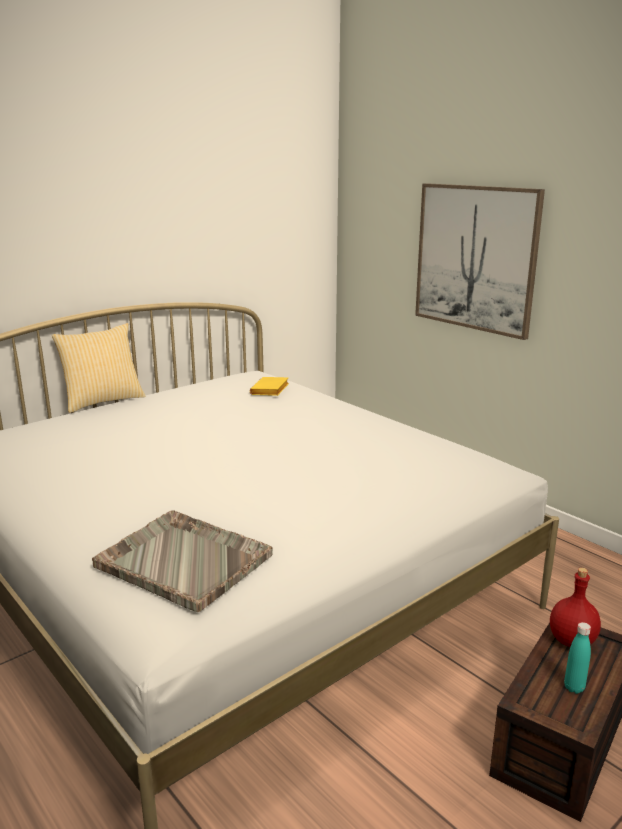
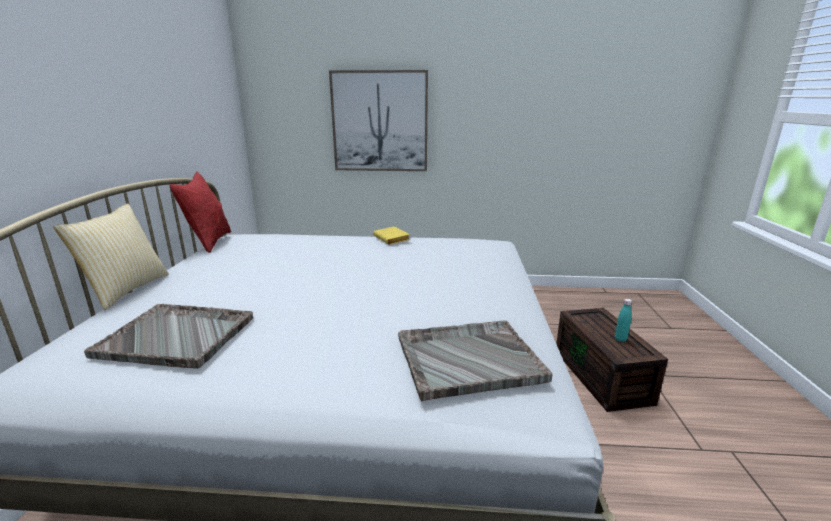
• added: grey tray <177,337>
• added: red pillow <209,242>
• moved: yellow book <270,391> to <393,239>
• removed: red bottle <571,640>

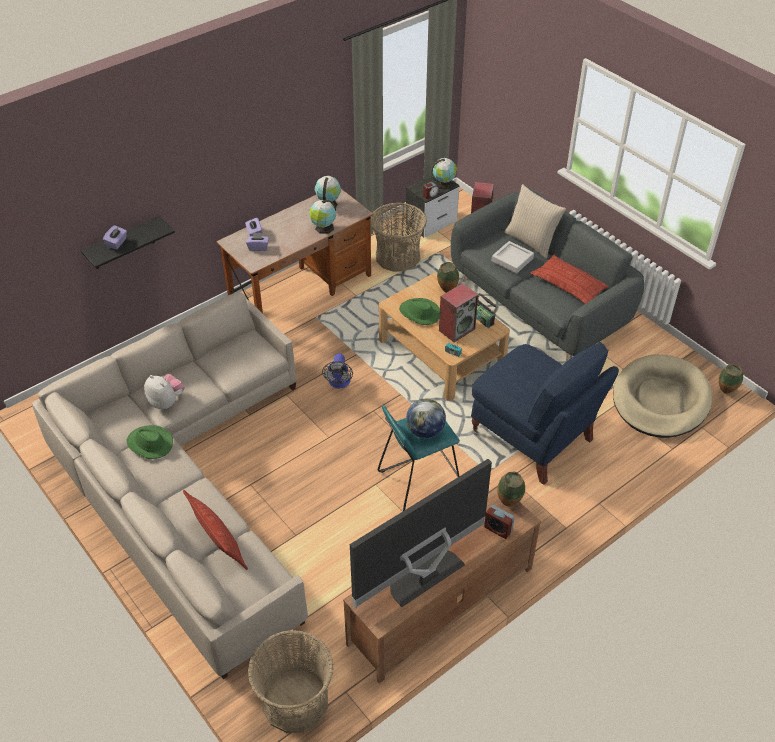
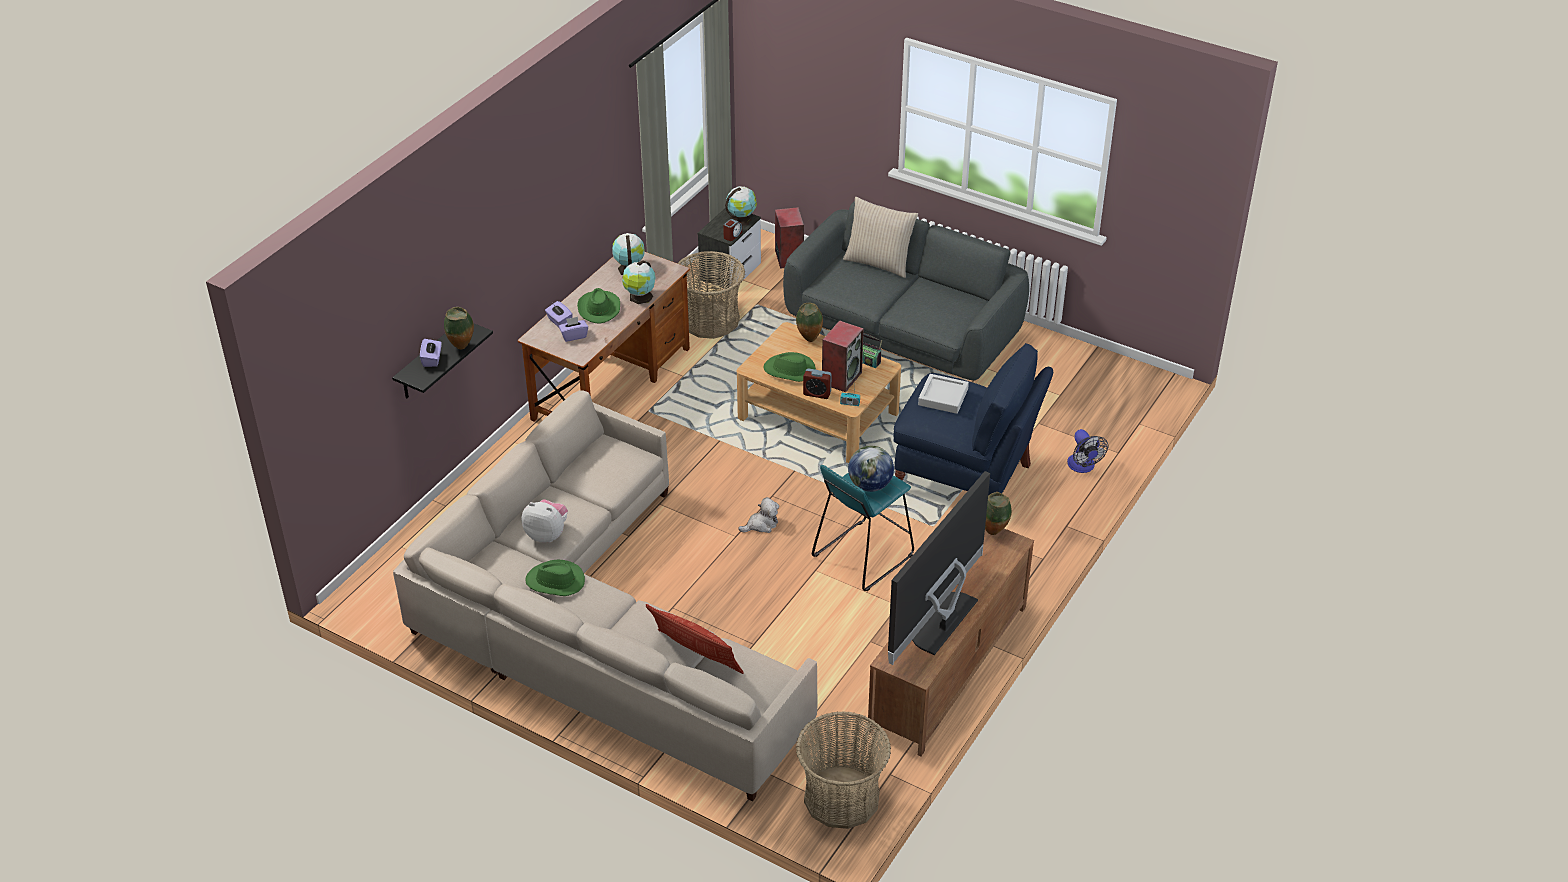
• moved: vase <726,392> to <462,348>
• added: green hat <598,308>
• added: plush toy <761,525>
• moved: alarm clock <498,529> to <817,393>
• moved: grey tray <512,260> to <943,397>
• moved: fan <339,383> to <1083,467>
• removed: pillow <569,284>
• removed: beige dog bed <660,400>

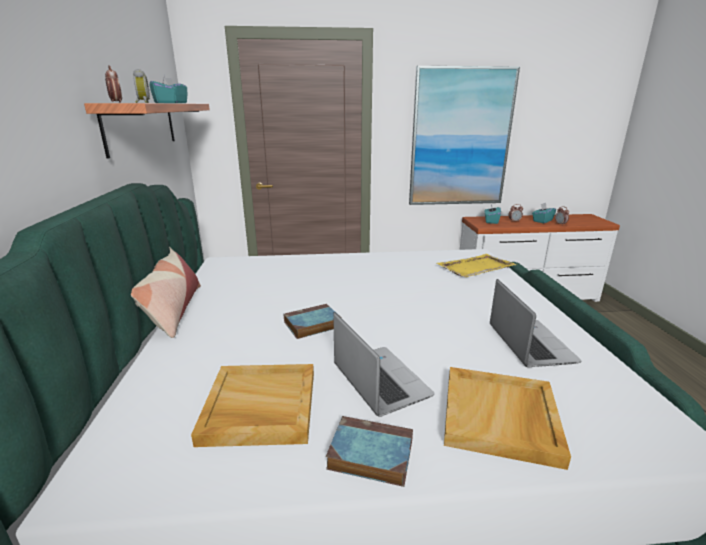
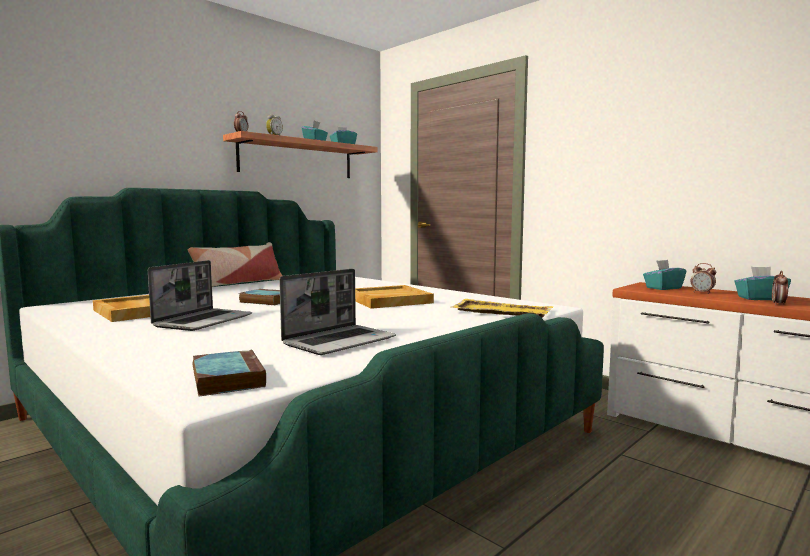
• moved: book <368,454> to <227,378>
• moved: beige tray <500,418> to <388,300>
• removed: picture <460,138>

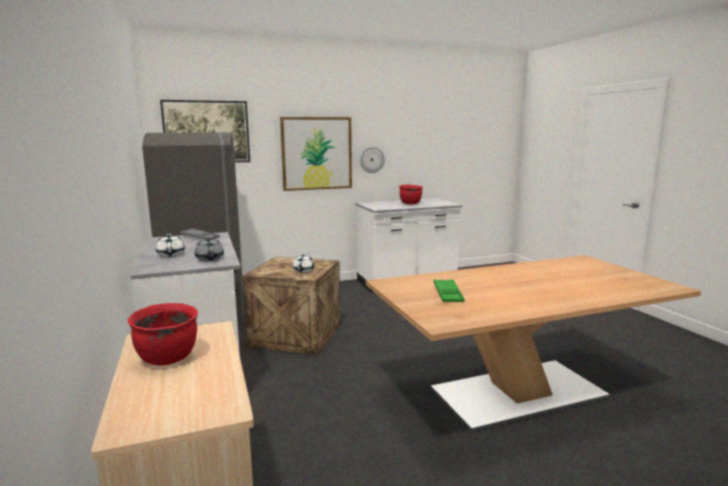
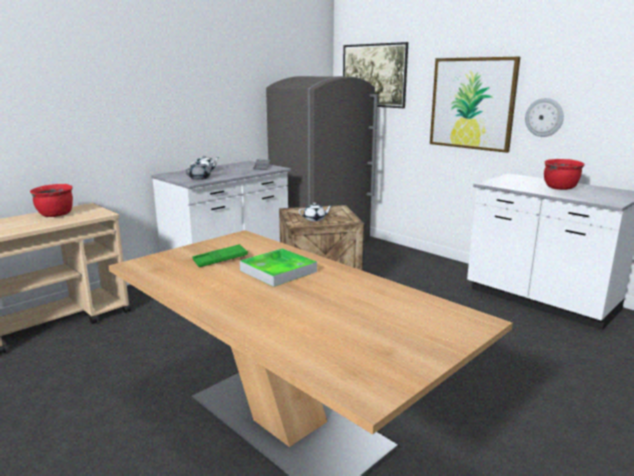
• added: tray <278,271>

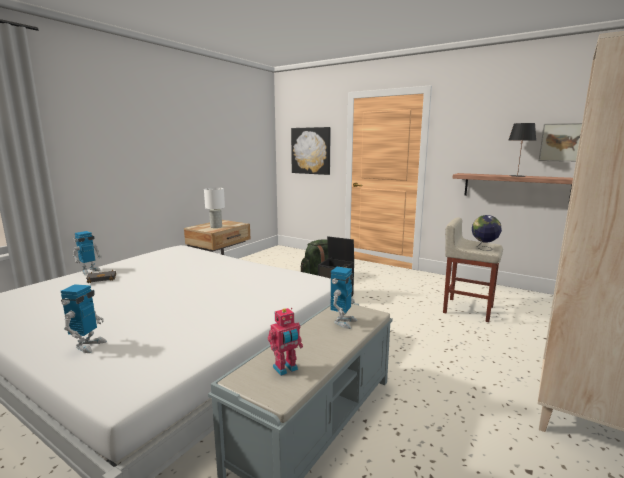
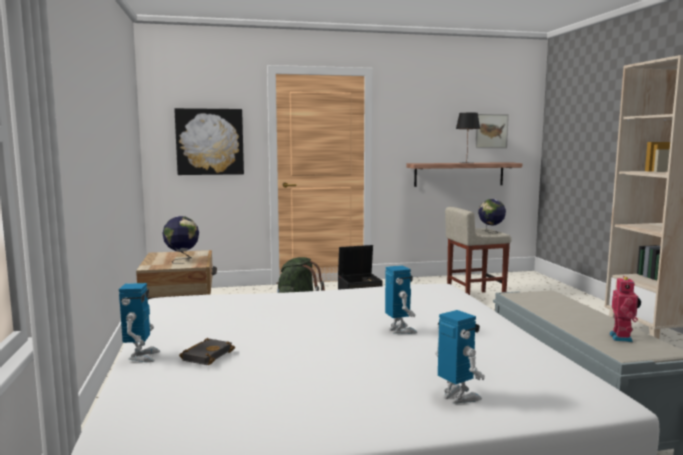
• replaced: white table lamp <216,227> to globe <182,260>
• moved: toy robot <343,322> to <400,330>

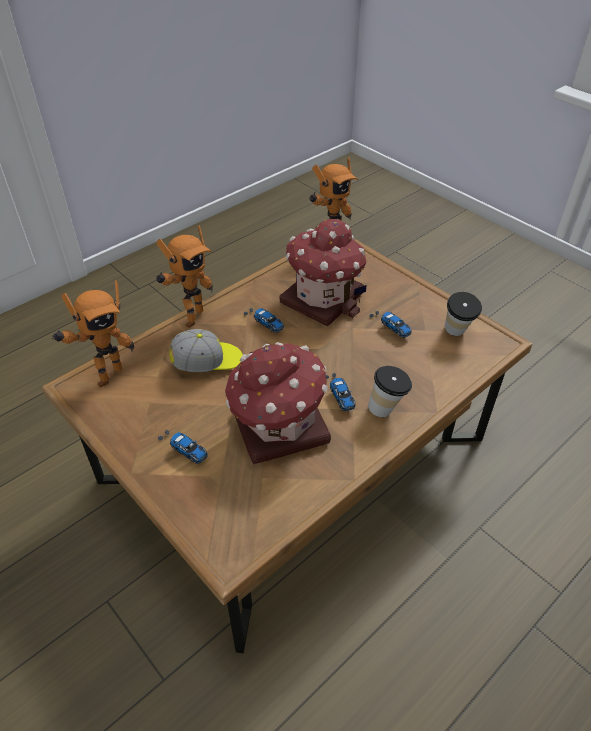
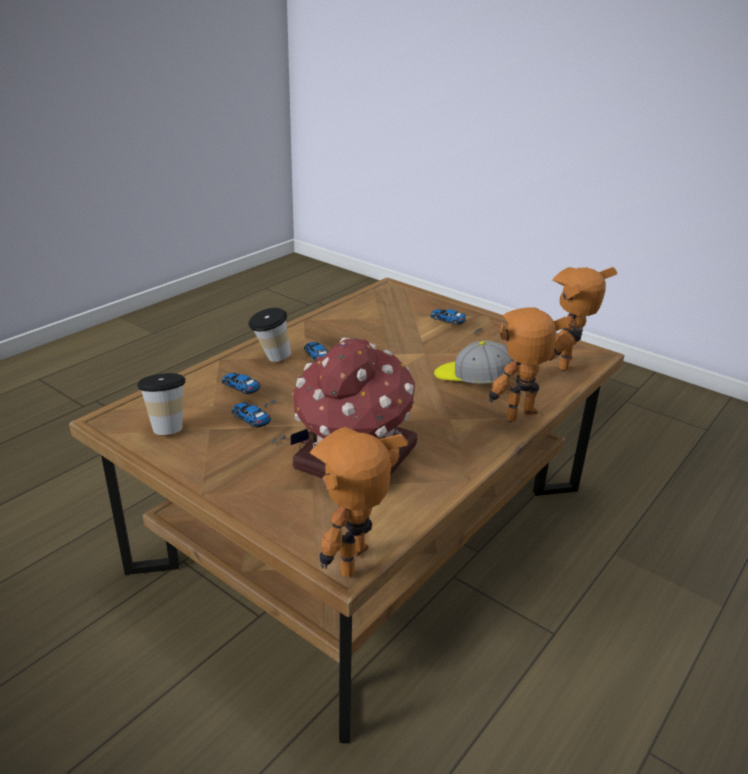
• moved: toy car <263,323> to <248,395>
• turned: cap <208,363> = <472,381> 60 degrees clockwise
• turned: toy robot <190,317> = <525,419> 45 degrees clockwise
• removed: toy house <278,427>

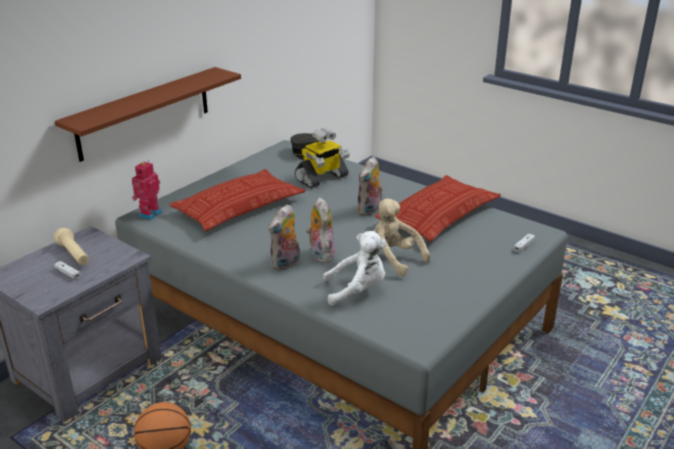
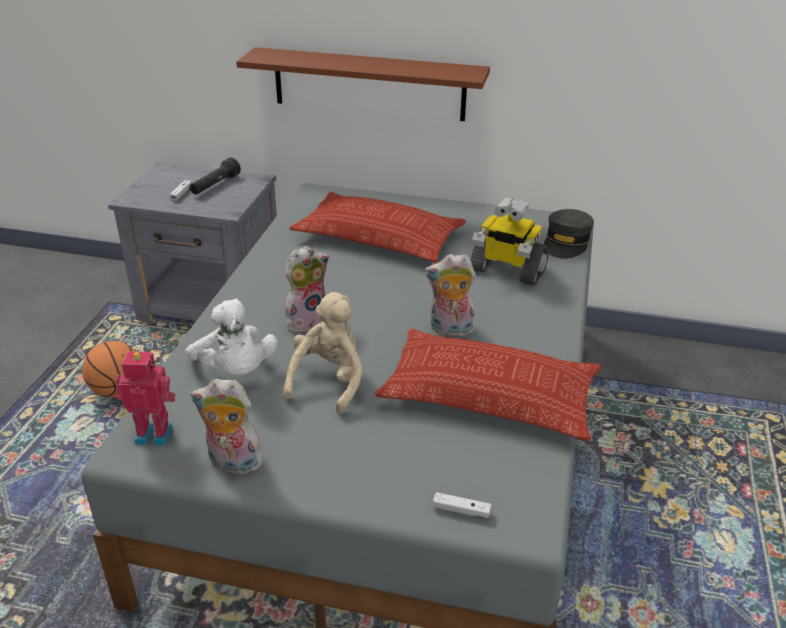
• moved: toy robot <149,214> to <154,433>
• recoloured: beige flashlight <74,255> to black flashlight <215,185>
• moved: plush toy <286,264> to <232,463>

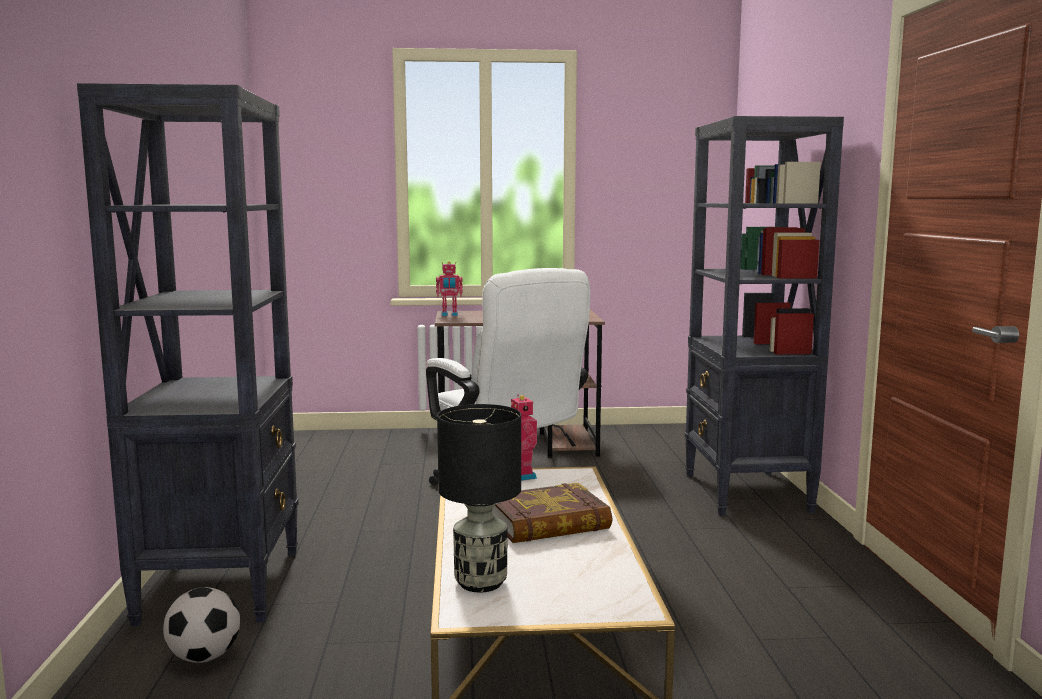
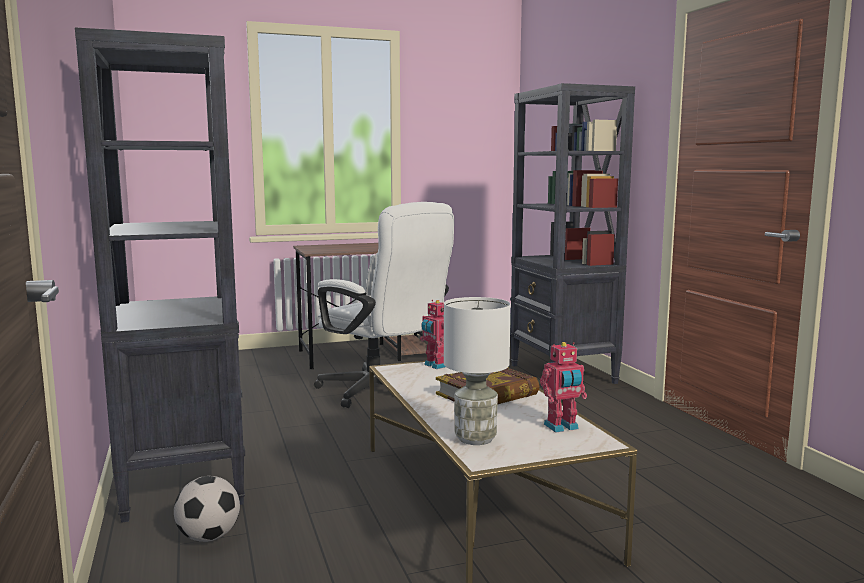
• recoloured: black table lamp <480,582> to white table lamp <475,438>
• moved: toy robot <449,315> to <562,427>

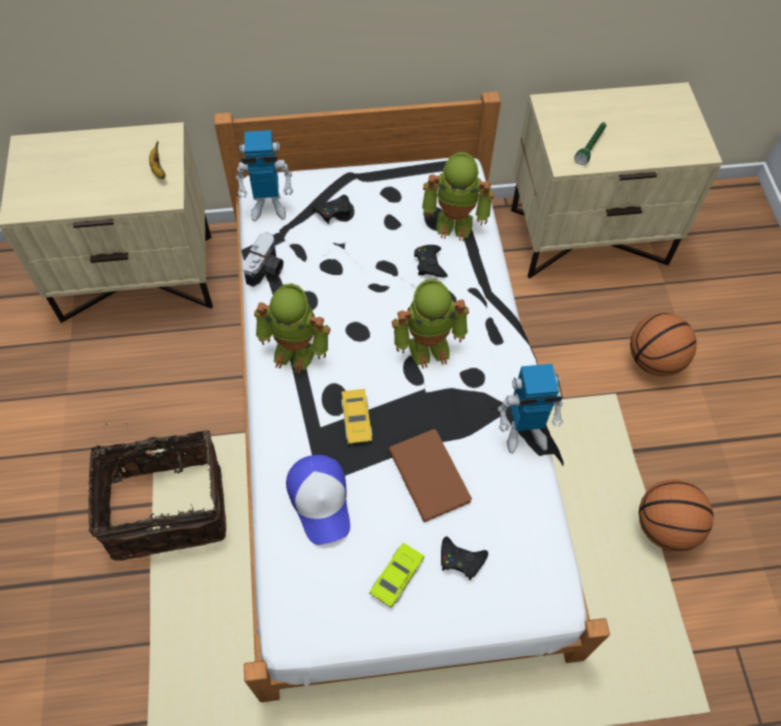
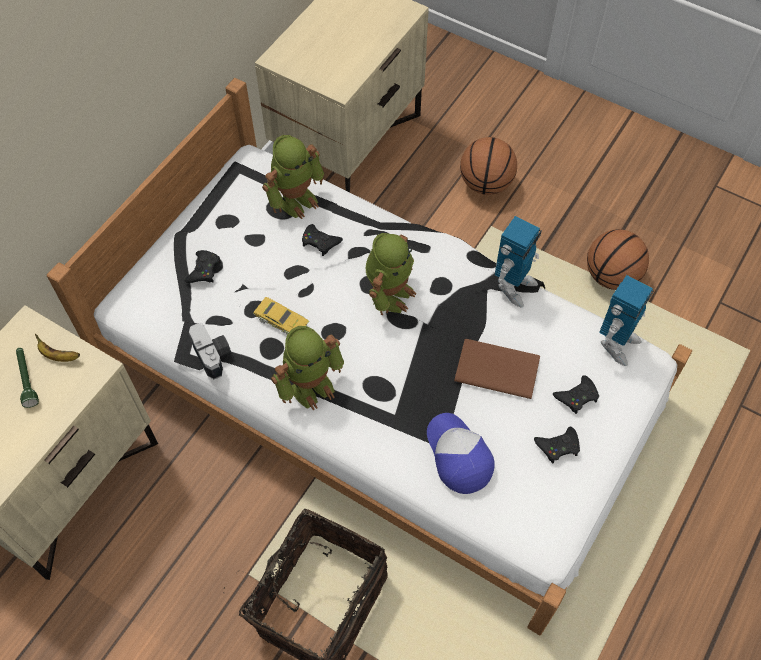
• moved: green flashlight <591,146> to <27,379>
• moved: yellow toy car <356,419> to <281,320>
• turned: cap <321,500> = <458,456> 135 degrees counterclockwise
• replaced: green toy car <397,576> to black game controller <558,446>
• moved: toy robot <268,206> to <616,344>

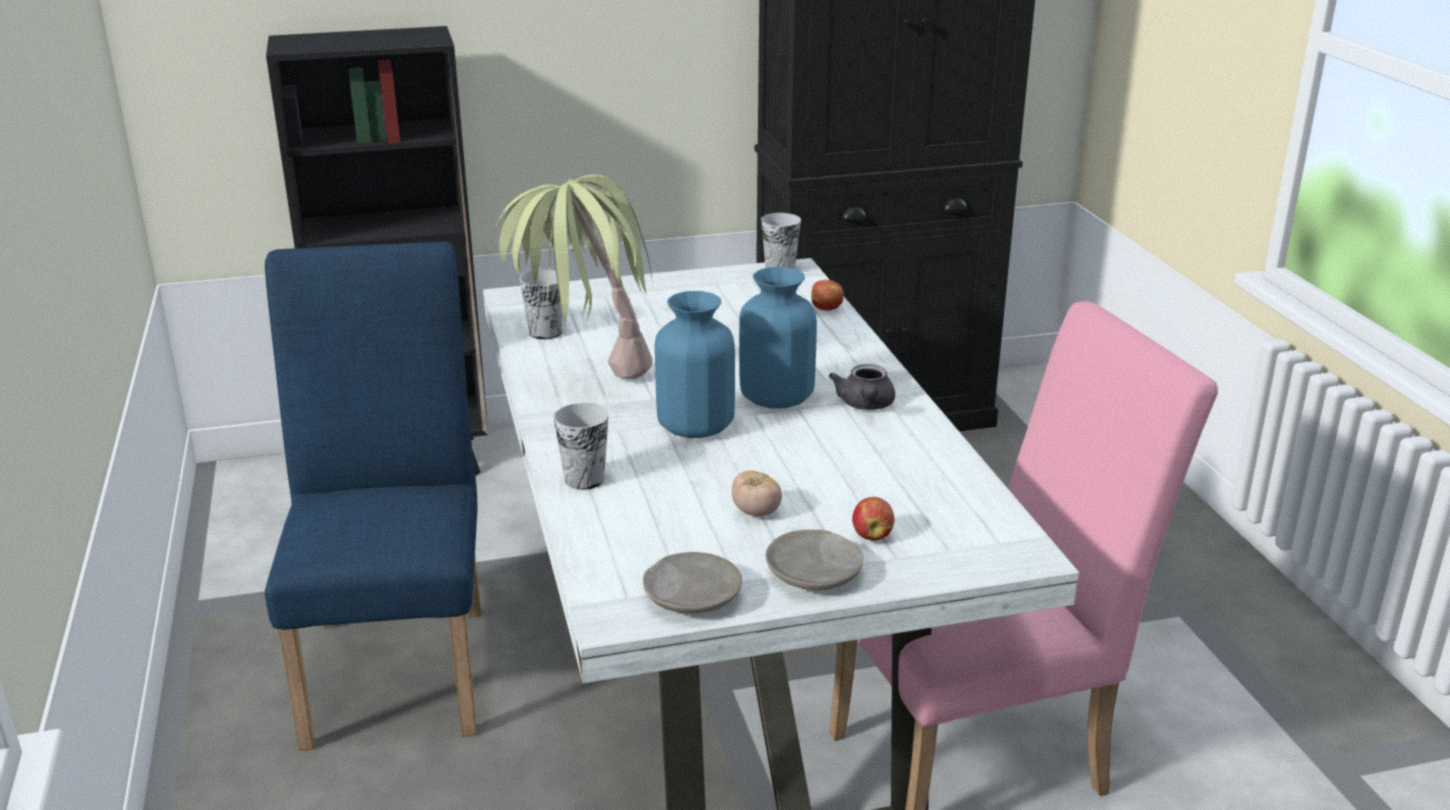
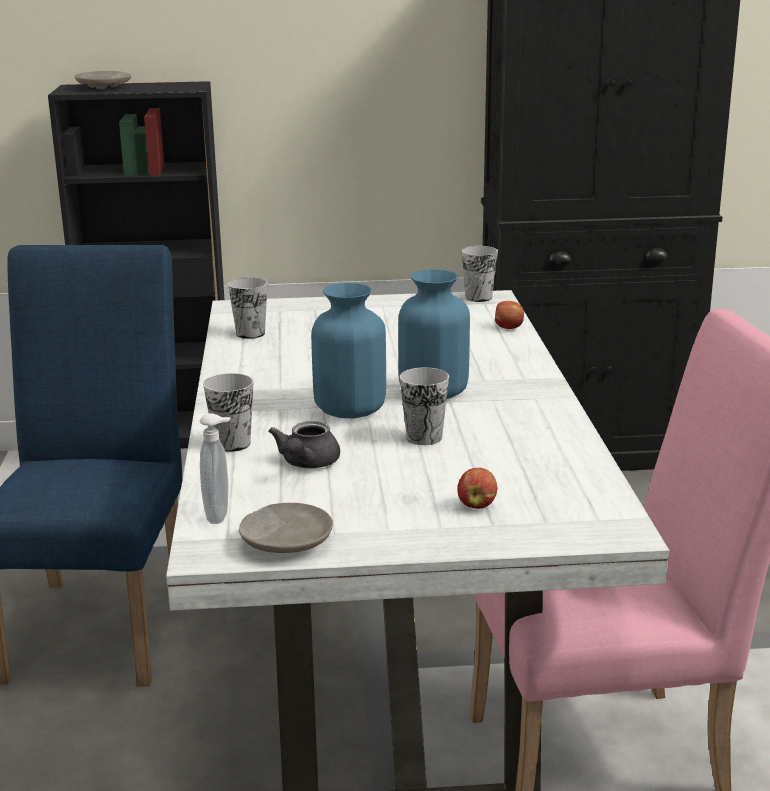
• moved: beige plate <814,574> to <104,87>
• added: soap dispenser <220,515>
• moved: grey teapot <865,405> to <306,464>
• added: cup <424,437>
• removed: potted plant <583,384>
• removed: tomato <756,512>

